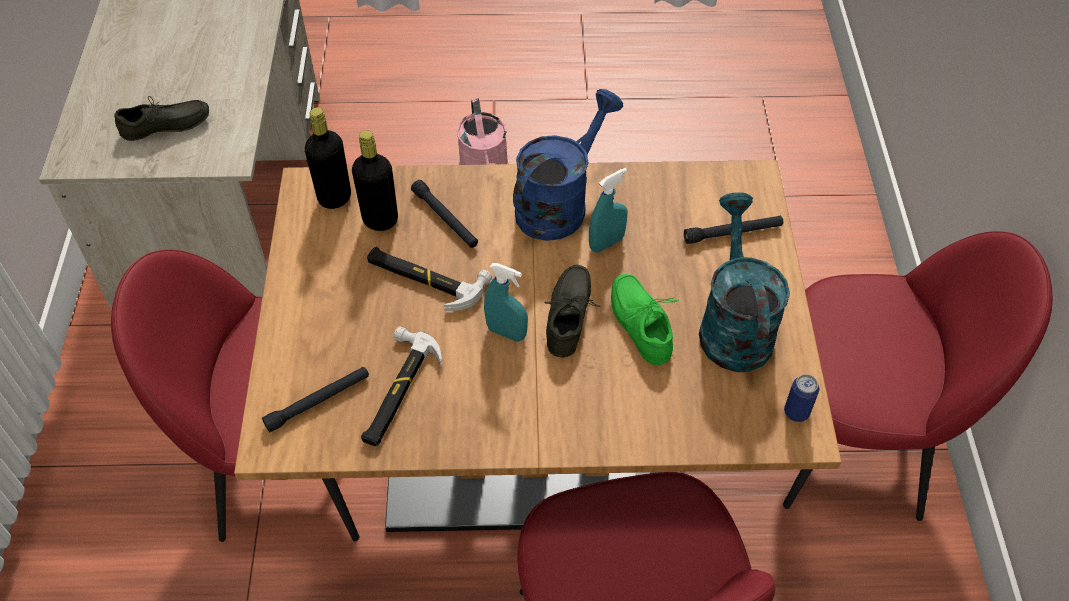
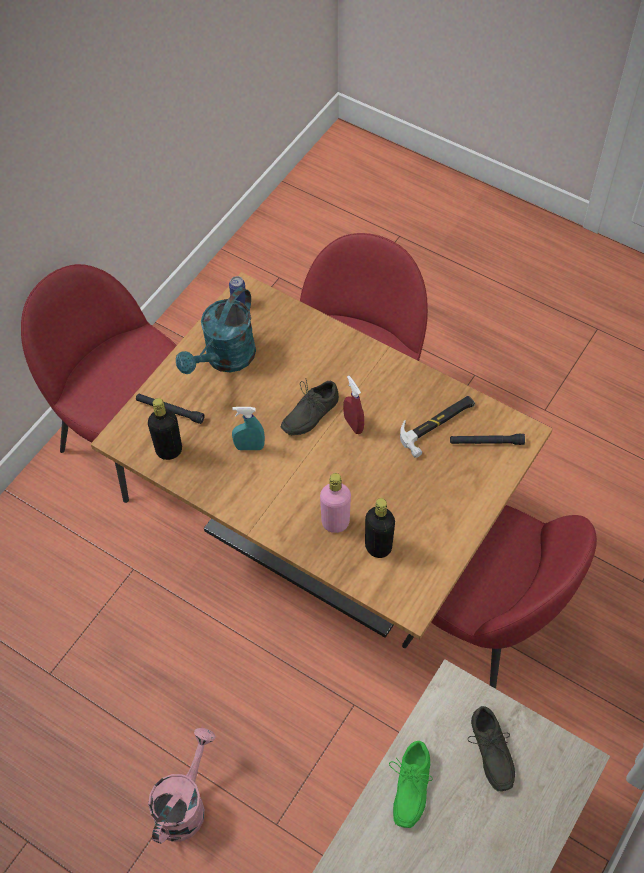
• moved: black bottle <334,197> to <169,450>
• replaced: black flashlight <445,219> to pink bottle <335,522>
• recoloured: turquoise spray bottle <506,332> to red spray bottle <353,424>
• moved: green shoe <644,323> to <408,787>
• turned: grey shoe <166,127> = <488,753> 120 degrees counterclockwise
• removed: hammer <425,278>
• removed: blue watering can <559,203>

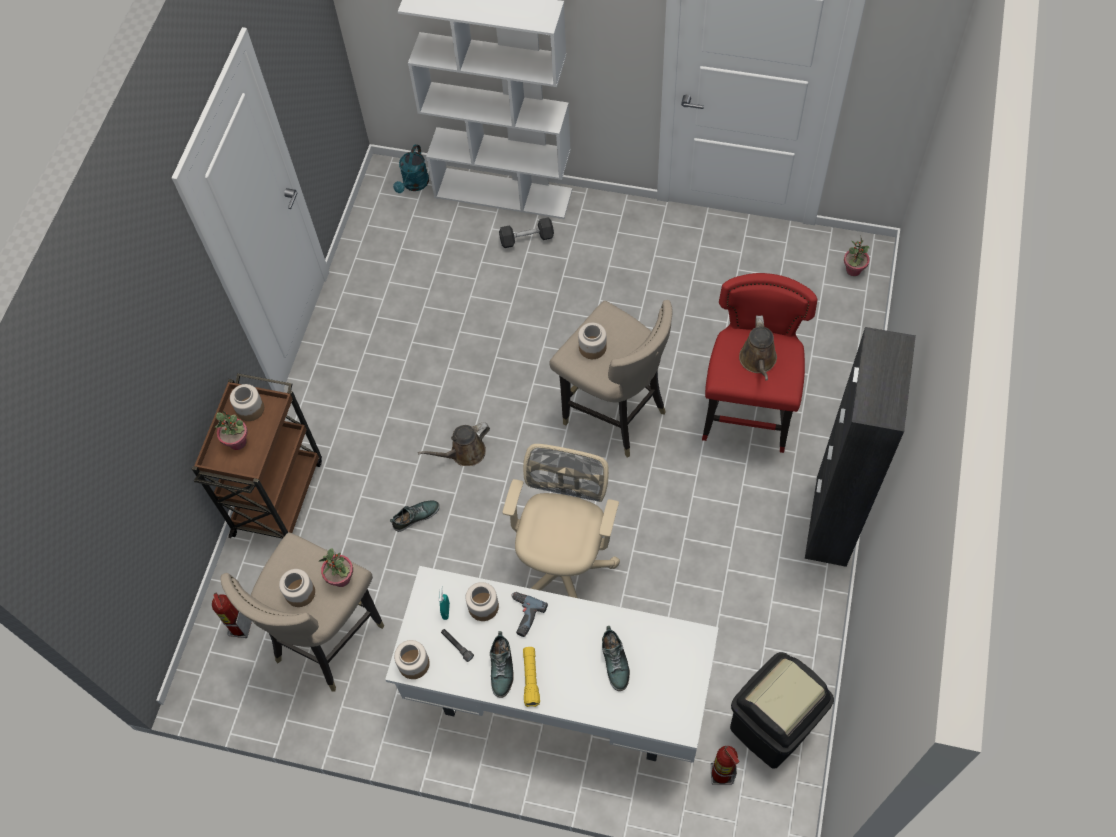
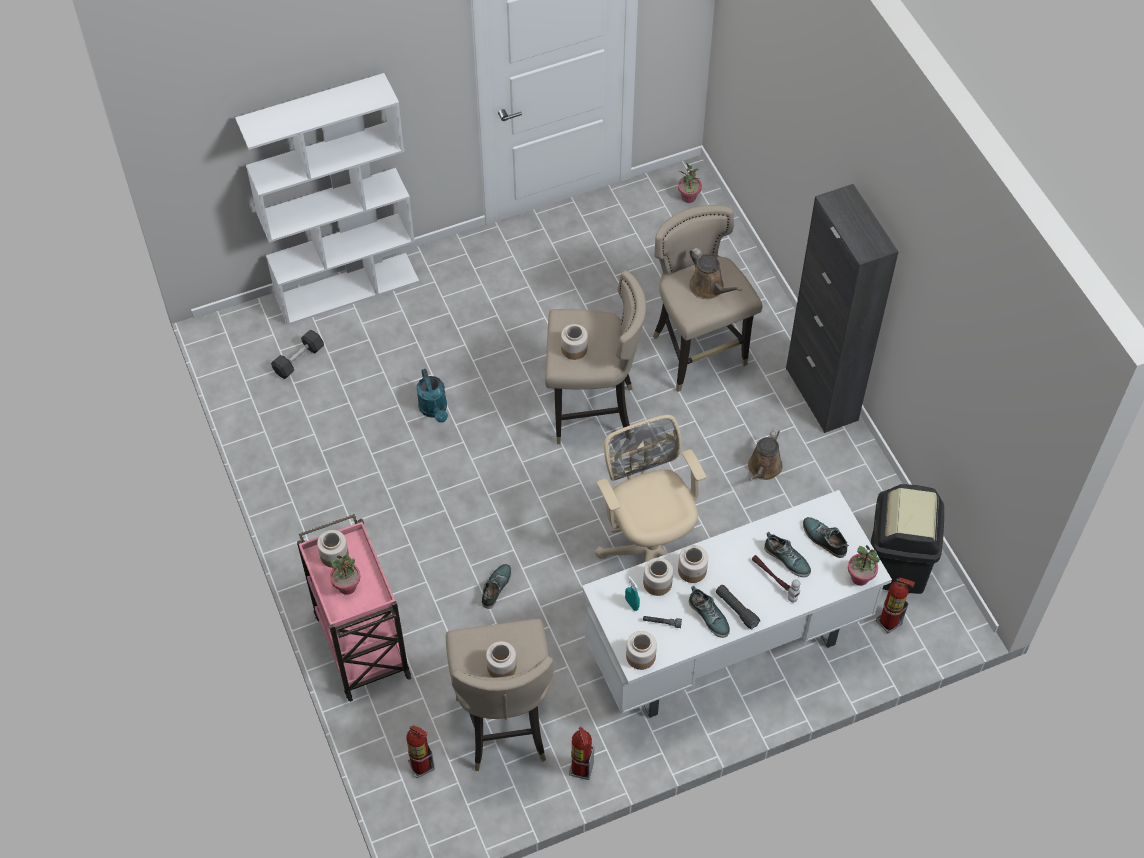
• moved: grey dumbbell <527,238> to <299,360>
• recoloured: brown cart <278,495> to pink cart <361,643>
• moved: turquoise watering can <414,185> to <434,410>
• added: fire extinguisher <581,769>
• recoloured: red stool <747,416> to beige stool <698,354>
• replaced: power drill <522,615> to jar <692,570>
• recoloured: yellow flashlight <531,678> to black flashlight <736,609>
• moved: brown watering can <464,453> to <763,469>
• added: hammer <775,580>
• added: shoe <824,539>
• moved: potted plant <341,578> to <860,577>

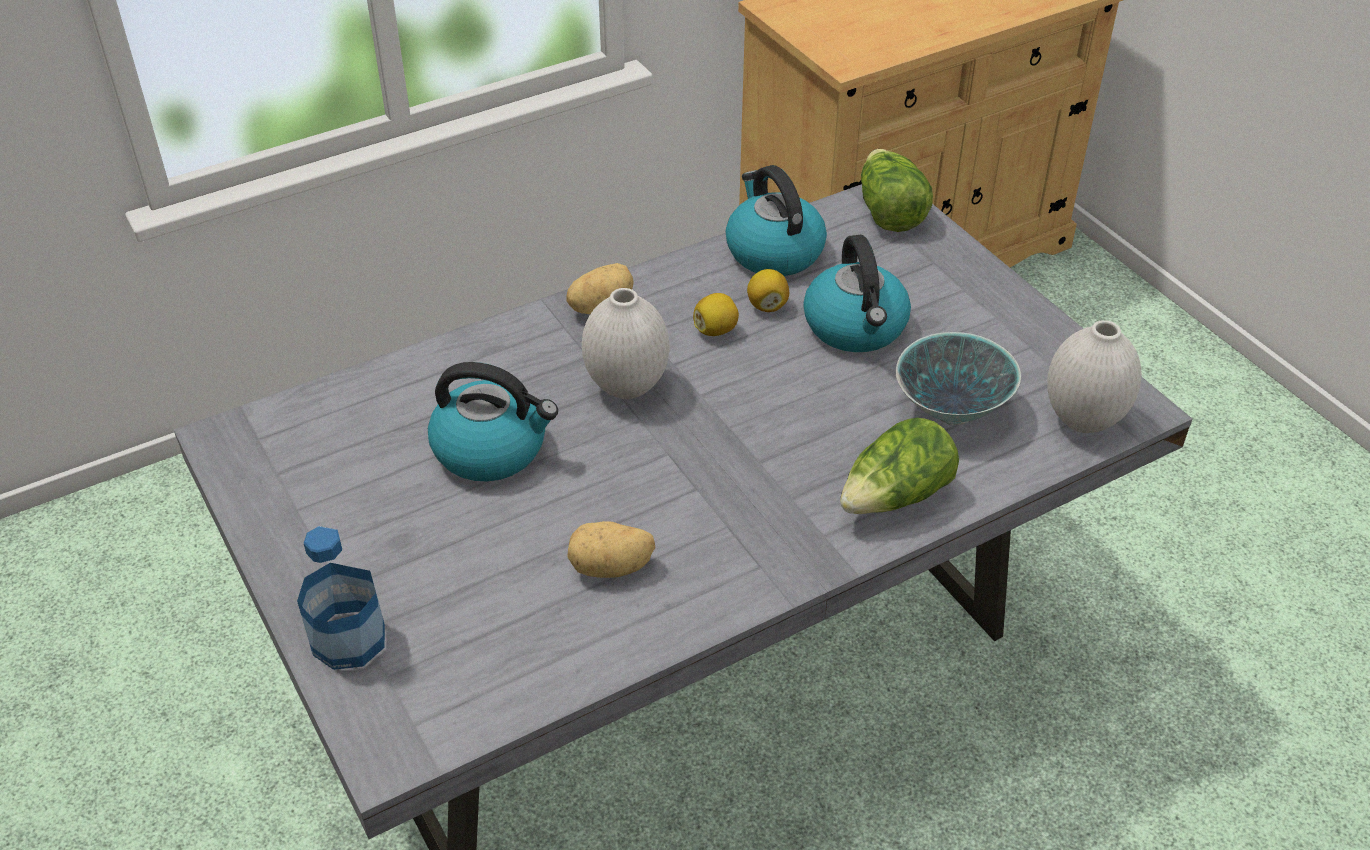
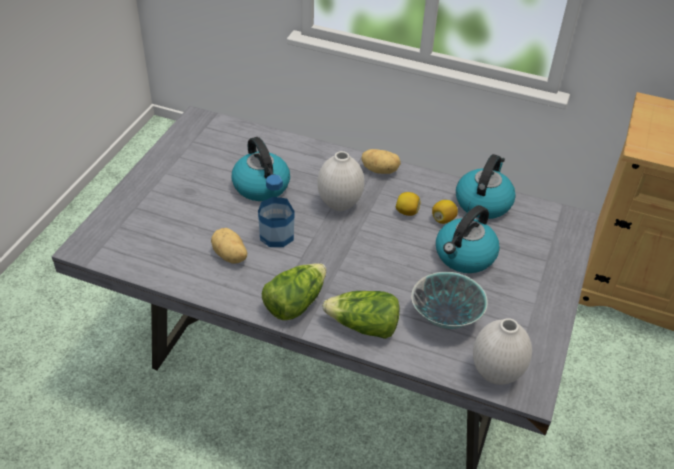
• moved: bottle <349,639> to <277,235>
• moved: lettuce <888,211> to <295,302>

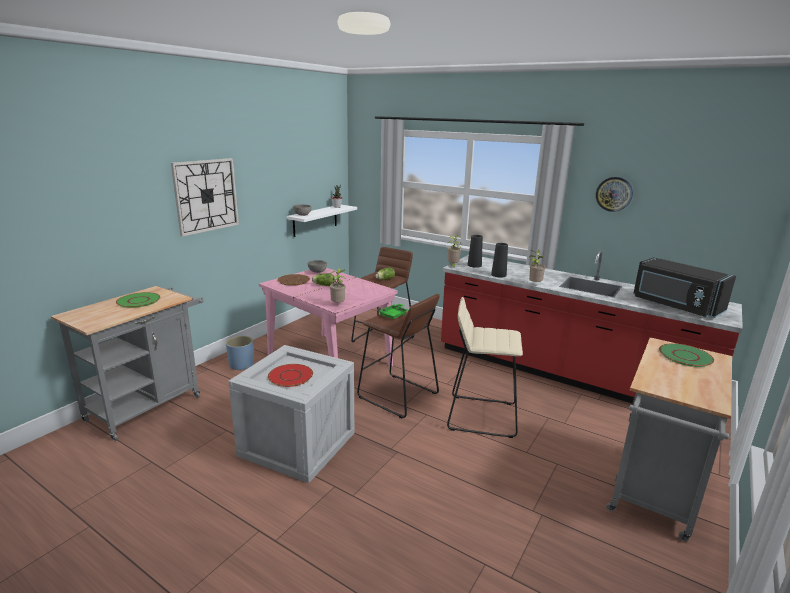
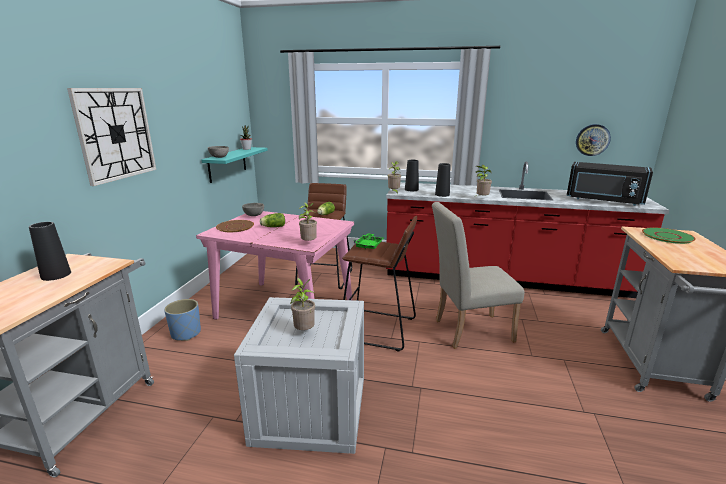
• replaced: green plate <139,301> to black vase <56,275>
• recoloured: white shelf <315,220> to turquoise shelf <227,164>
• replaced: red plate <291,376> to potted plant <304,331>
• replaced: beige stool <481,415> to beige chair <467,330>
• moved: wall clock <614,194> to <592,140>

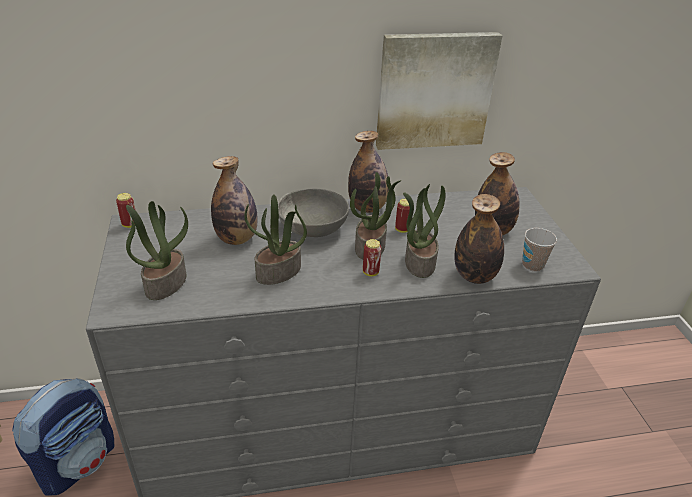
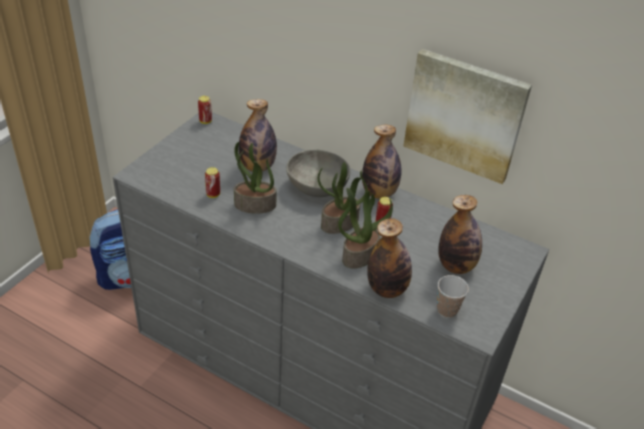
• moved: can <370,272> to <213,194>
• removed: potted plant <165,283>

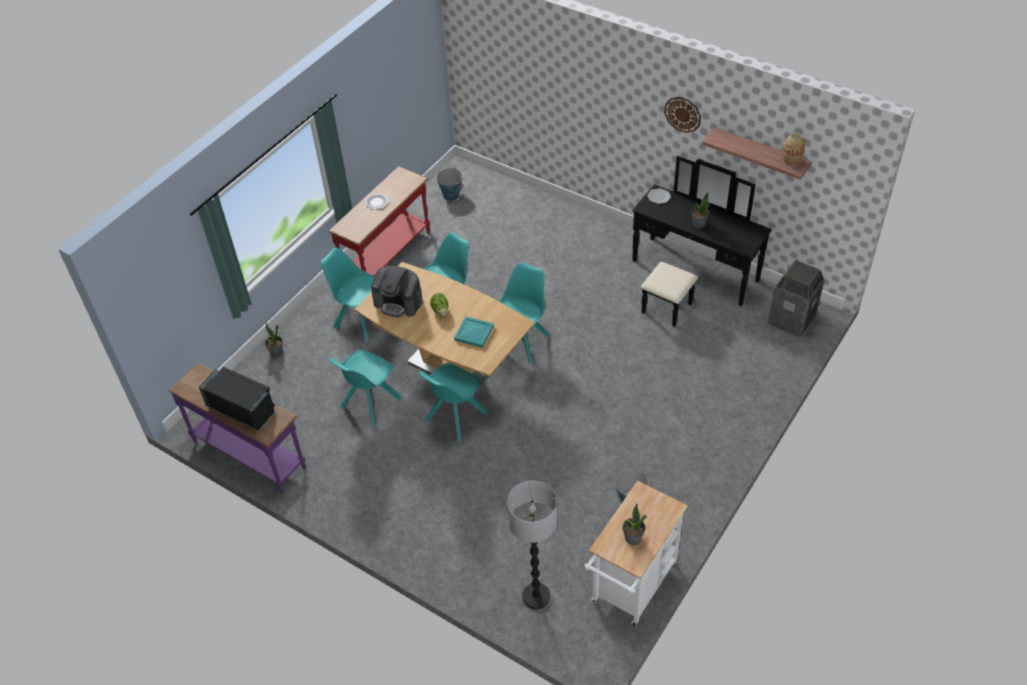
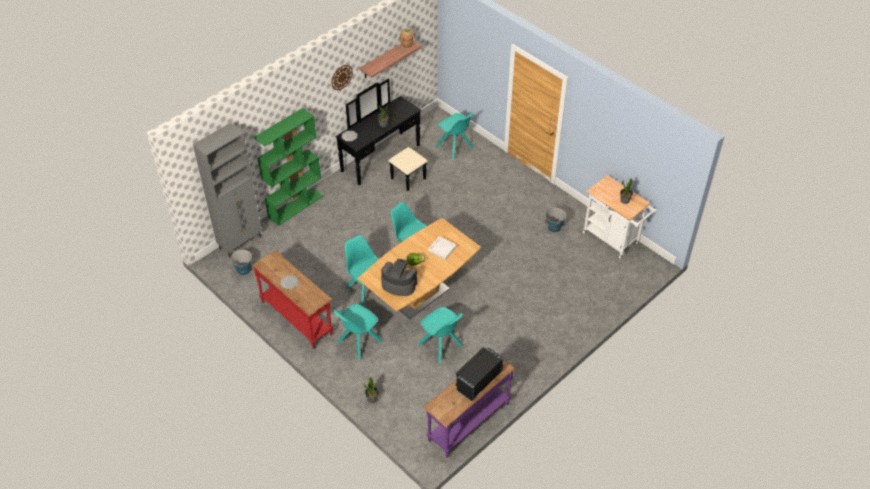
• added: grey cabinet <241,243>
• added: green bookcase <295,206>
• turned: coffee machine <398,302> = <399,284> 105 degrees counterclockwise
• recoloured: turquoise tray <473,333> to white tray <442,249>
• moved: turquoise chair <455,417> to <455,147>
• removed: floor lamp <536,596>
• removed: trash can <791,319>

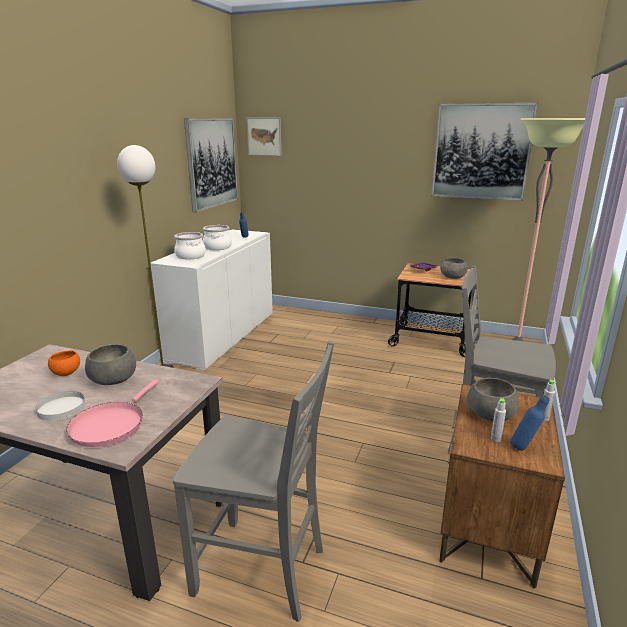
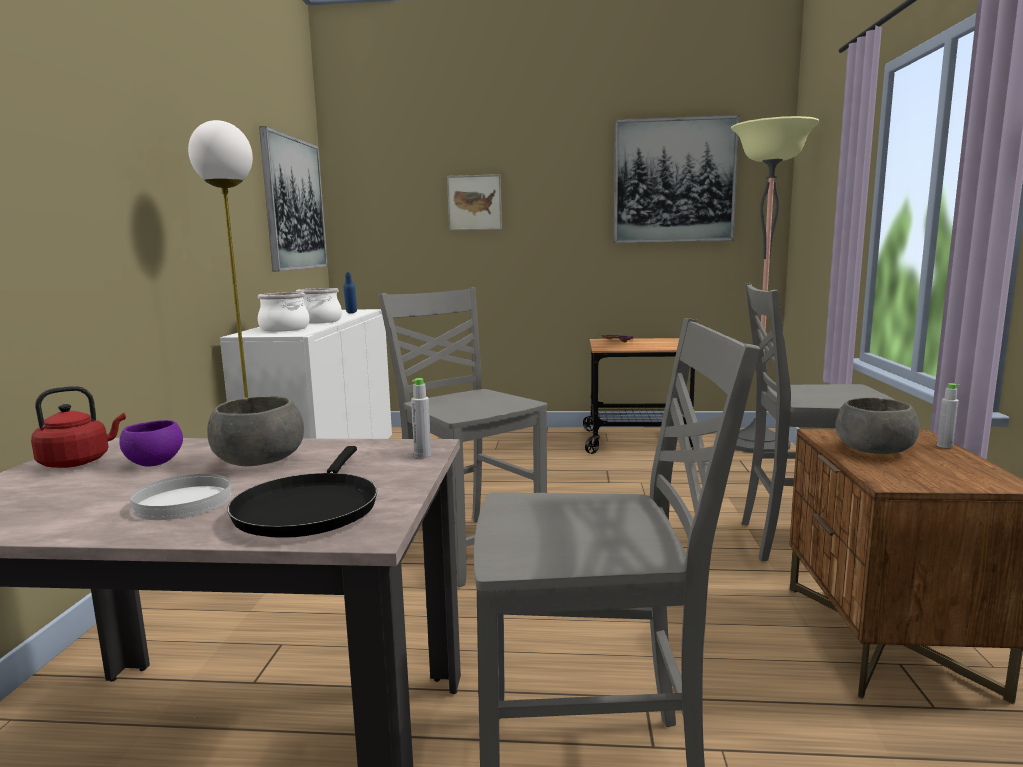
• added: red kettle <79,462>
• recoloured: orange bowl <66,373> to purple bowl <155,463>
• recoloured: pink frying pan <110,424> to black frying pan <309,508>
• added: grey chair <470,547>
• moved: grey bottle <495,439> to <422,455>
• moved: picture <264,136> to <474,202>
• removed: grey bowl <453,277>
• removed: blue bottle <524,447>

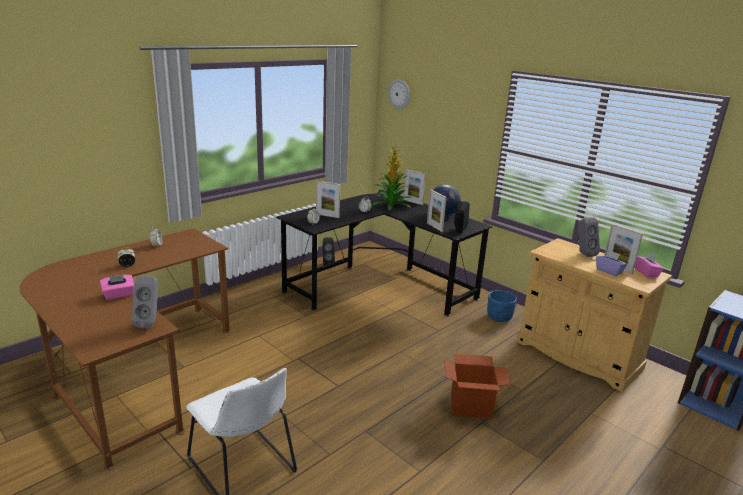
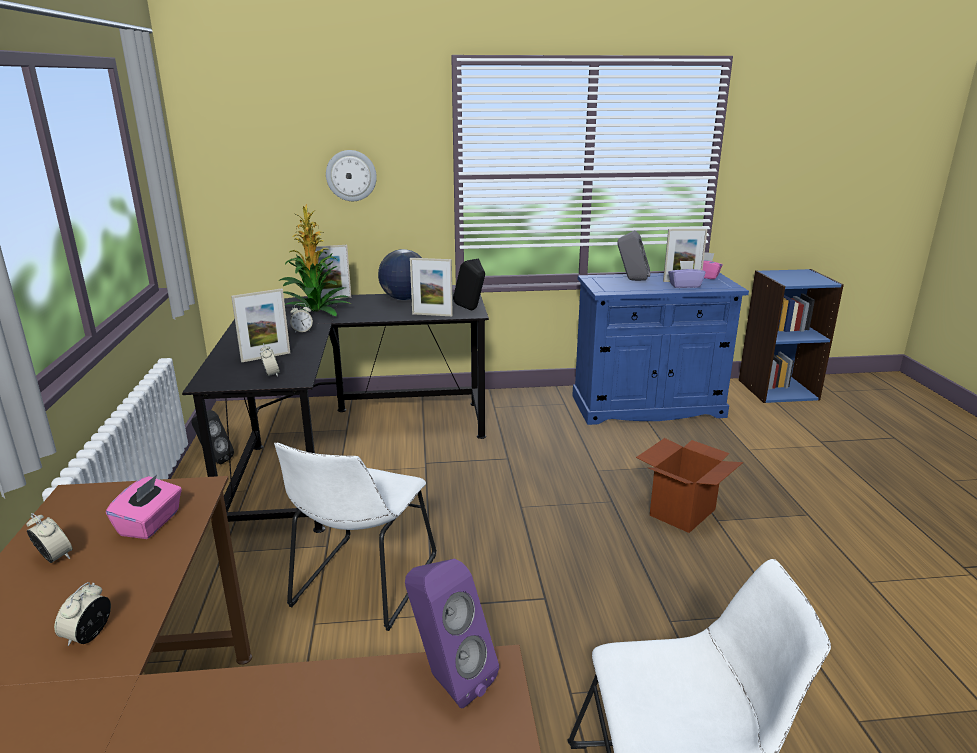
• moved: pink tissue box <119,295> to <150,523>
• added: white chair <362,584>
• moved: wall clock <399,94> to <351,175>
• recoloured: grey speaker <150,322> to purple speaker <447,680>
• recoloured: beige cabinet <577,355> to blue cabinet <647,407>
• removed: blue planter <499,317>

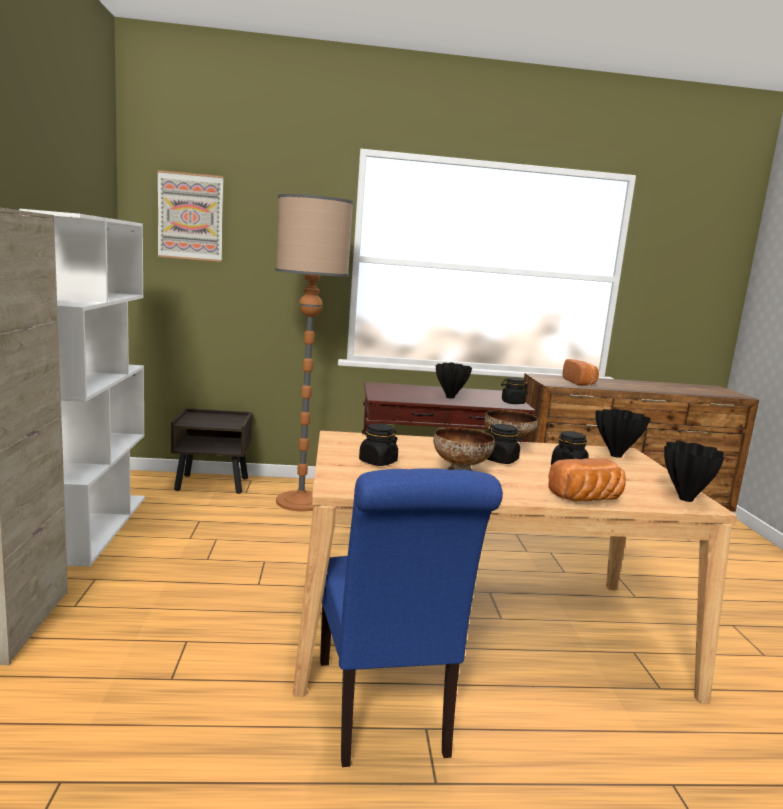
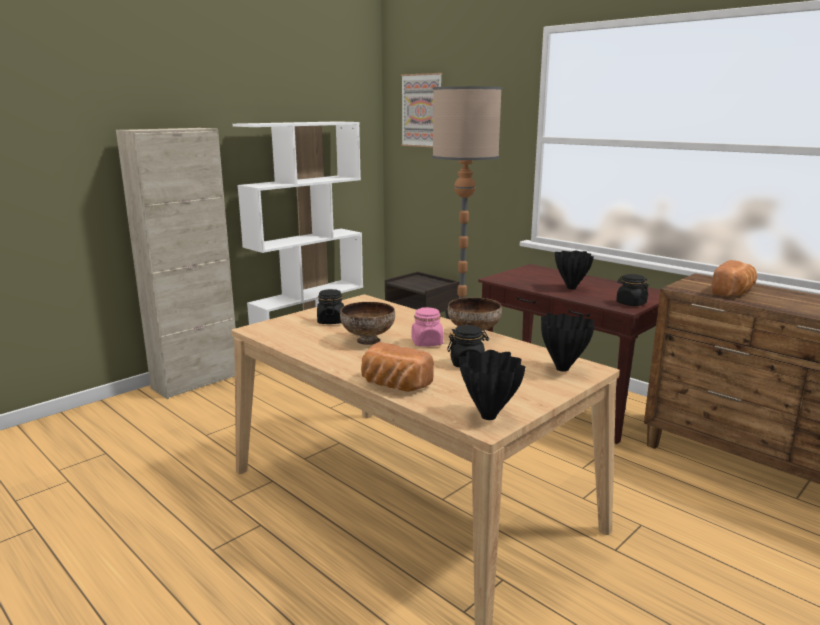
• recoloured: black jar <501,460> to pink jar <427,343>
• removed: blue chair <384,713>

